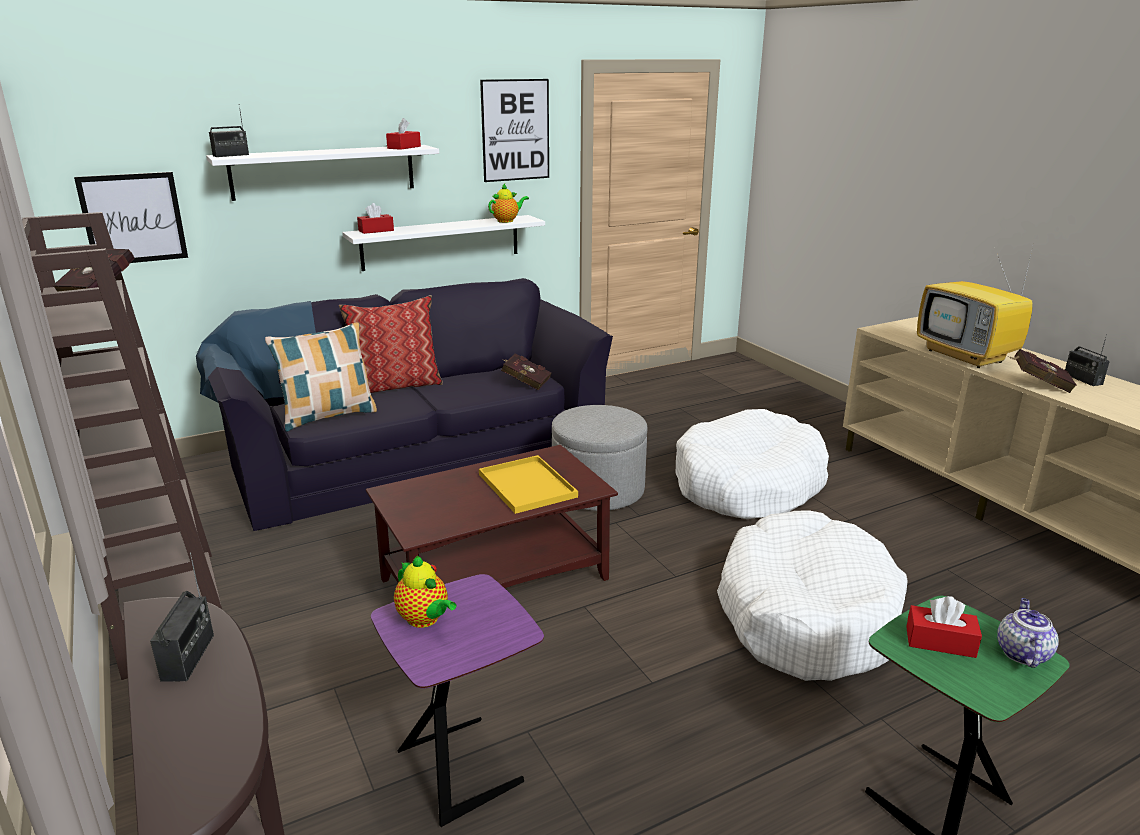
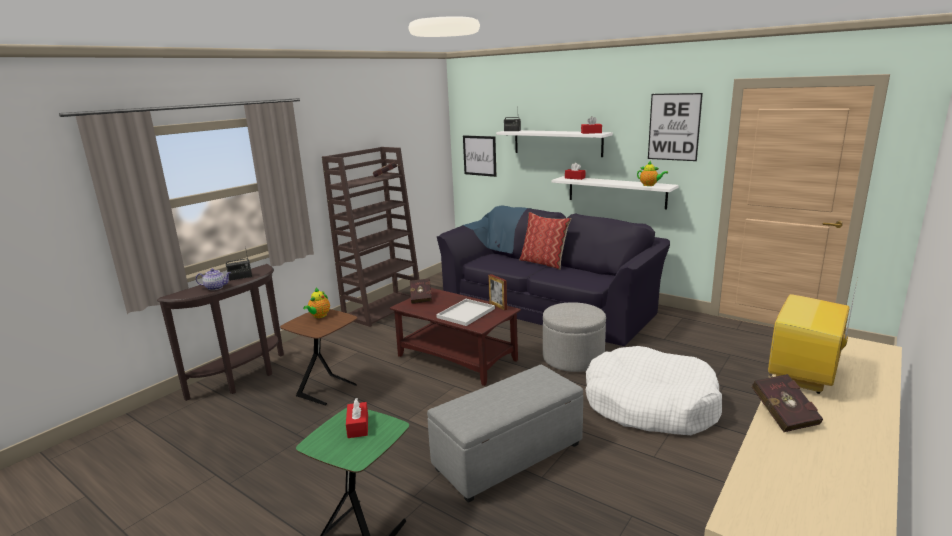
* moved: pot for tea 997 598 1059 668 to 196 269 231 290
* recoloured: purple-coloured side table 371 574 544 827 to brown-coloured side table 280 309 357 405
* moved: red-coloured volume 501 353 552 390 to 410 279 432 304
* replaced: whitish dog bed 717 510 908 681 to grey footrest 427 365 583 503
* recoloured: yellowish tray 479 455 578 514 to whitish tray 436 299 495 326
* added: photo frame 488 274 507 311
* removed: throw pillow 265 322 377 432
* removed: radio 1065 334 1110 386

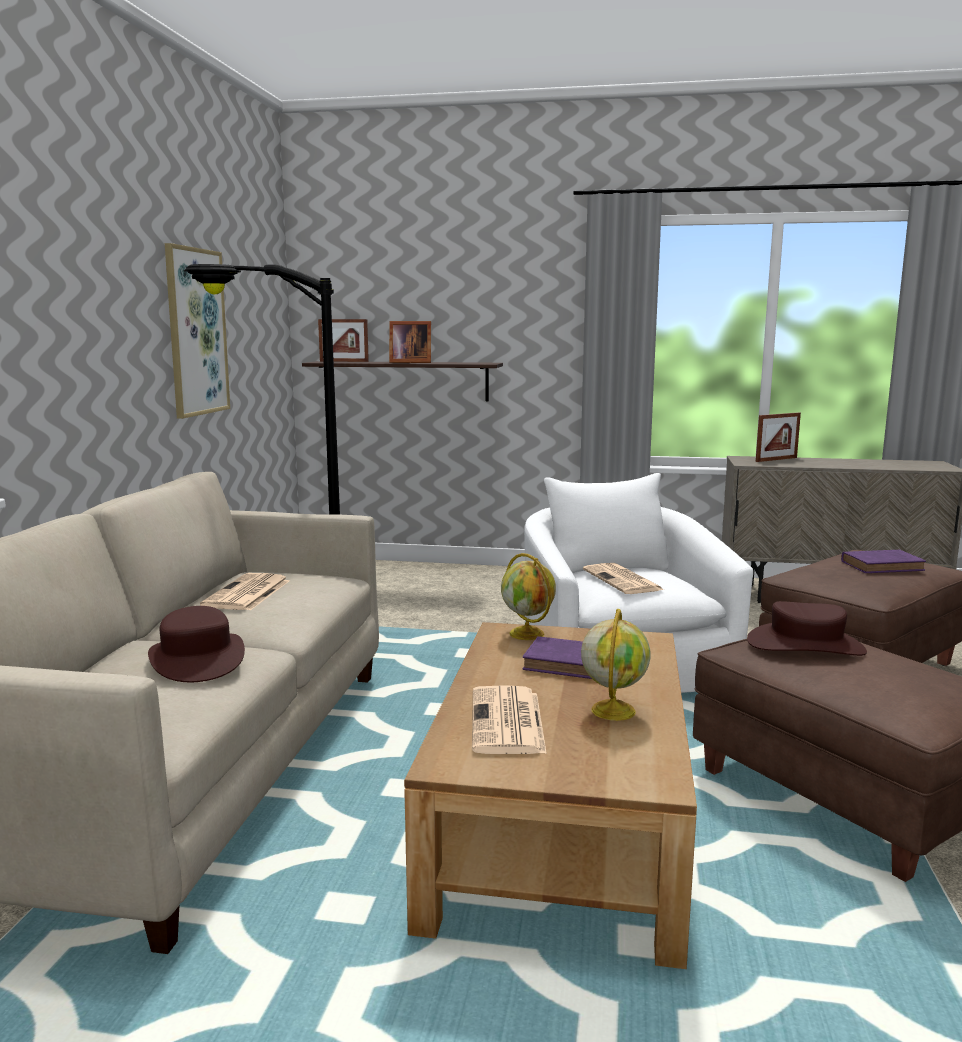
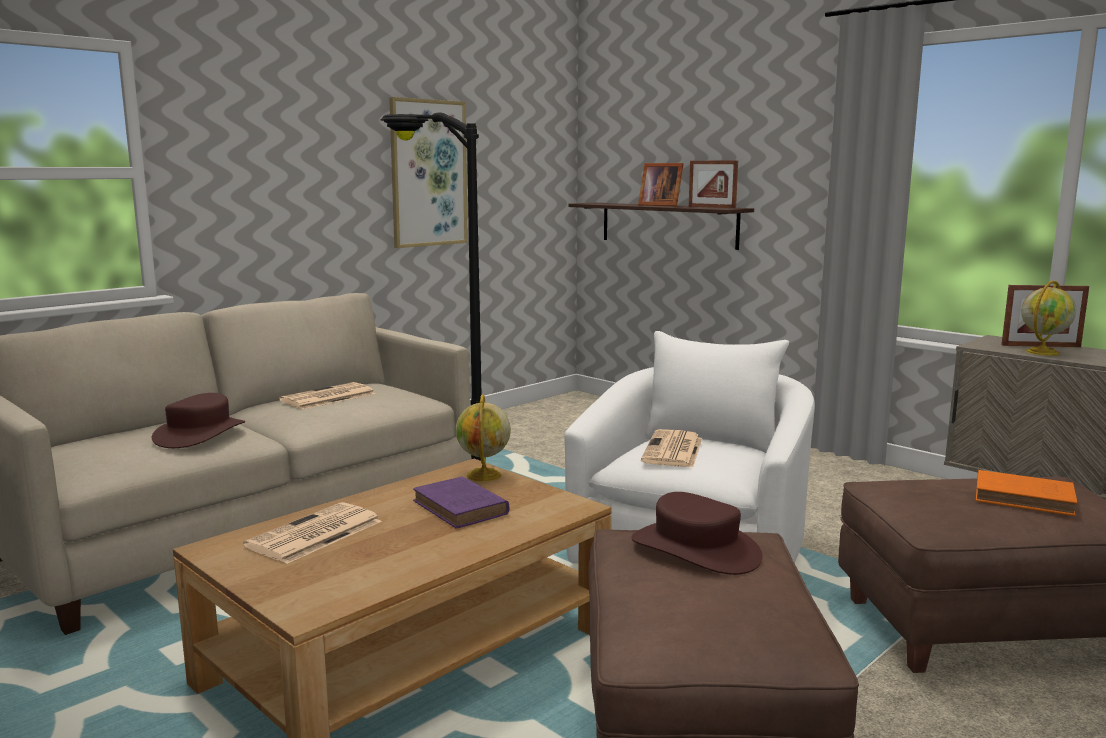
* moved: photo frame 318 319 369 362 to 689 160 738 208
* recoloured: purple-coloured volume 841 550 926 573 to orange volume 976 470 1077 516
* moved: world globe 581 609 651 721 to 1021 281 1076 356

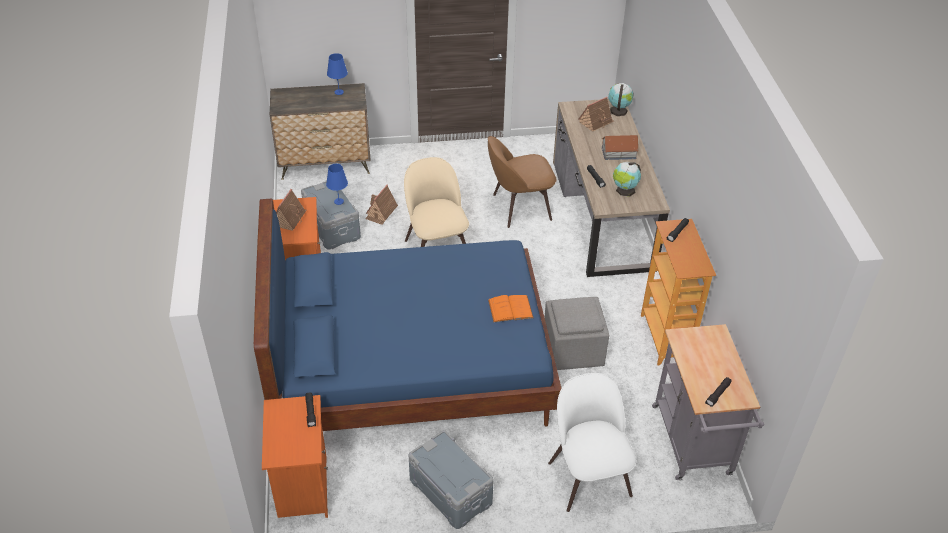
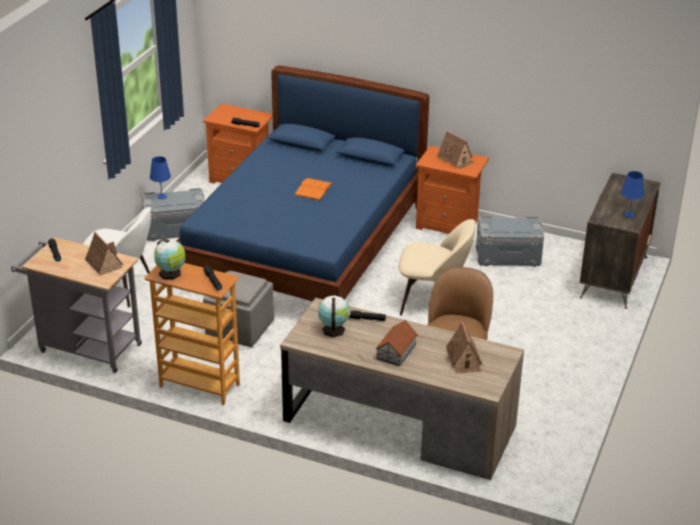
* moved: toy house 365 185 398 225 to 85 232 123 275
* moved: blue-coloured lamp for a table 326 164 348 205 to 150 156 171 199
* moved: world globe 608 83 634 116 to 154 239 185 280
* moved: orange volume 488 295 534 323 to 294 178 333 201

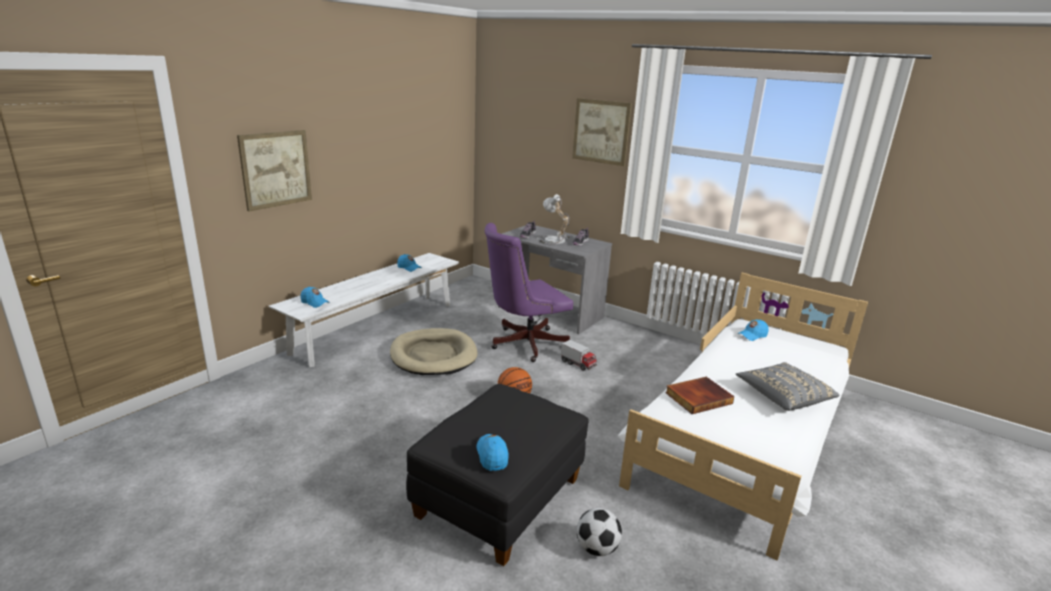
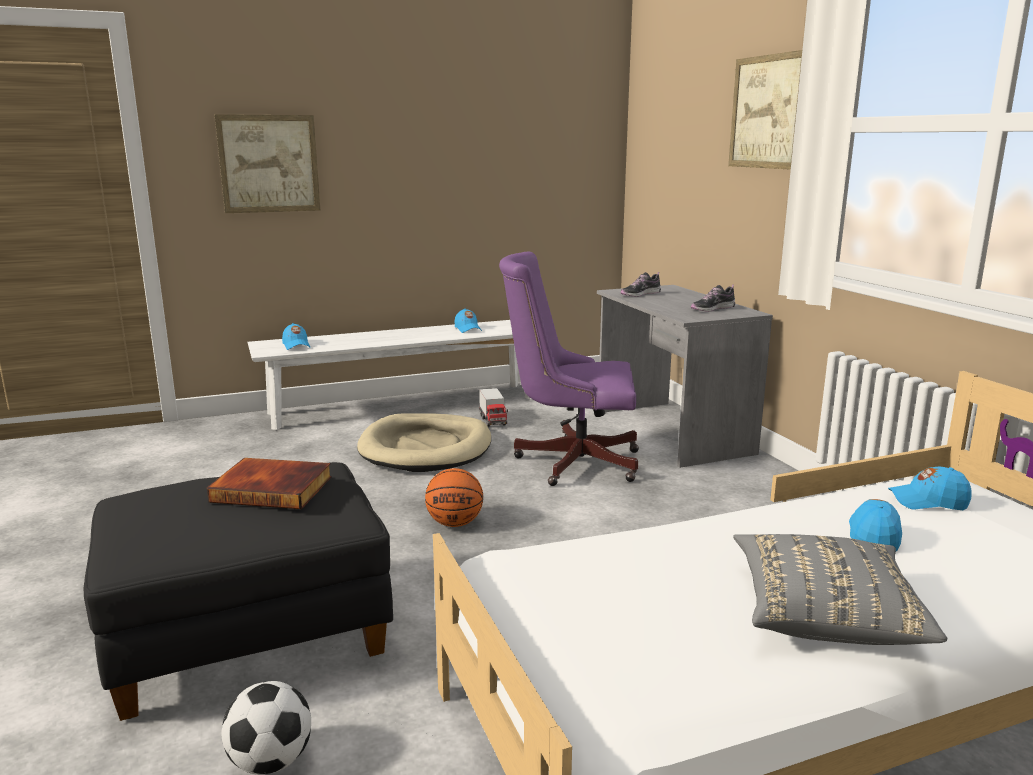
* moved: volume 665 377 735 414 to 207 458 332 509
* moved: model truck 561 340 597 371 to 479 388 508 427
* moved: blue-coloured cap 476 434 509 471 to 849 499 902 551
* removed: lamp for a table 537 194 570 245

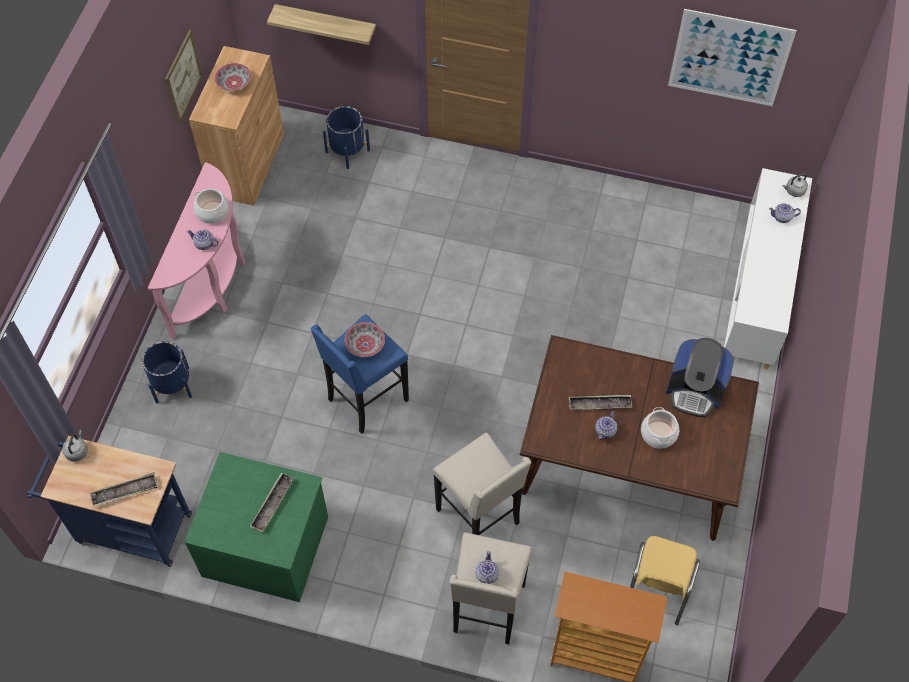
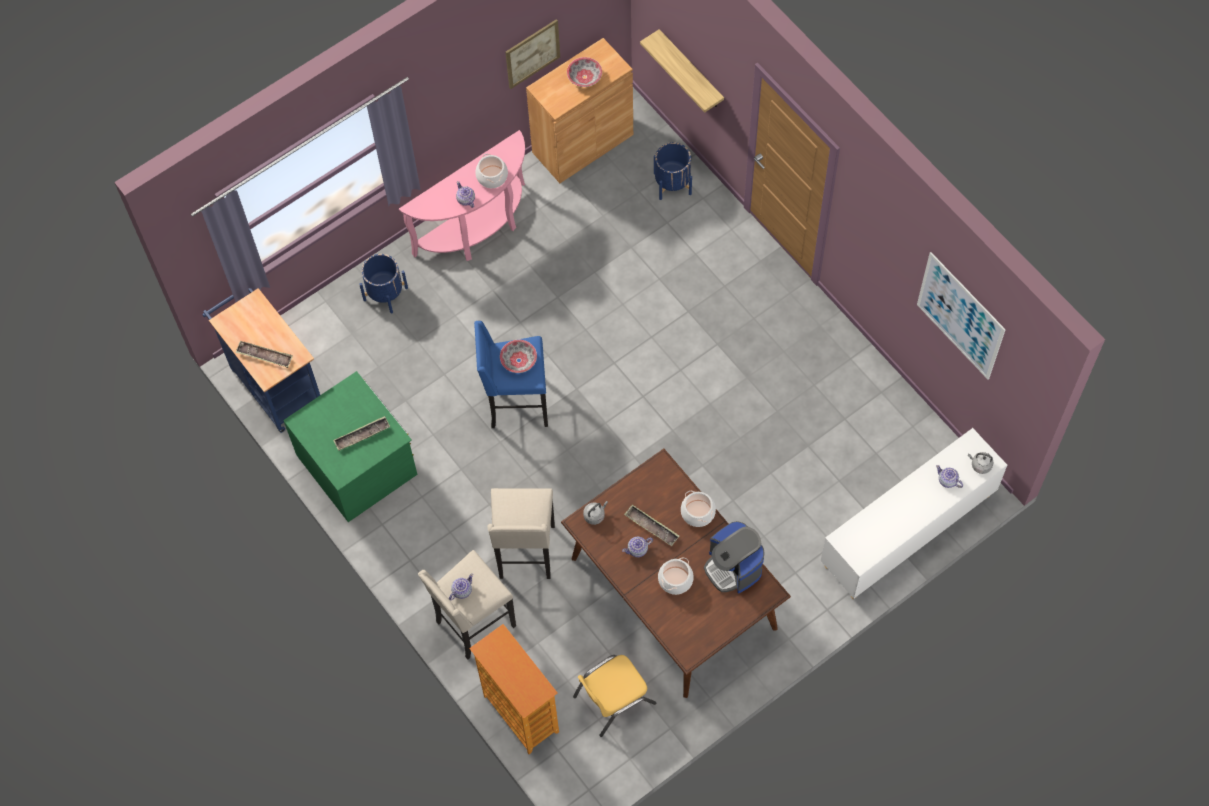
* moved: grey tea kettle 62 430 88 462 to 583 501 608 525
* added: saucepot 681 491 716 527

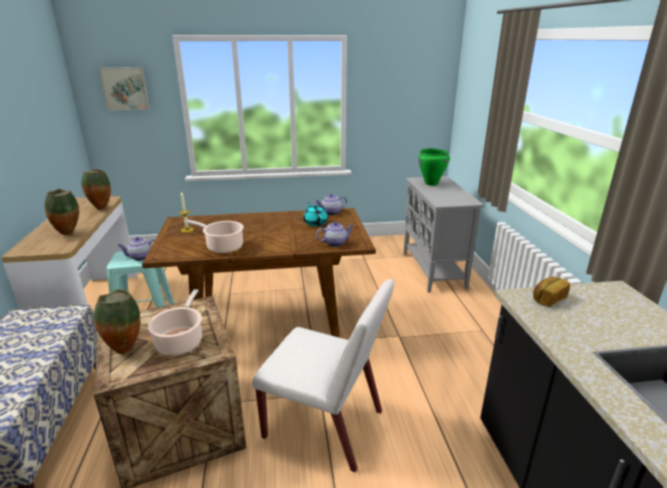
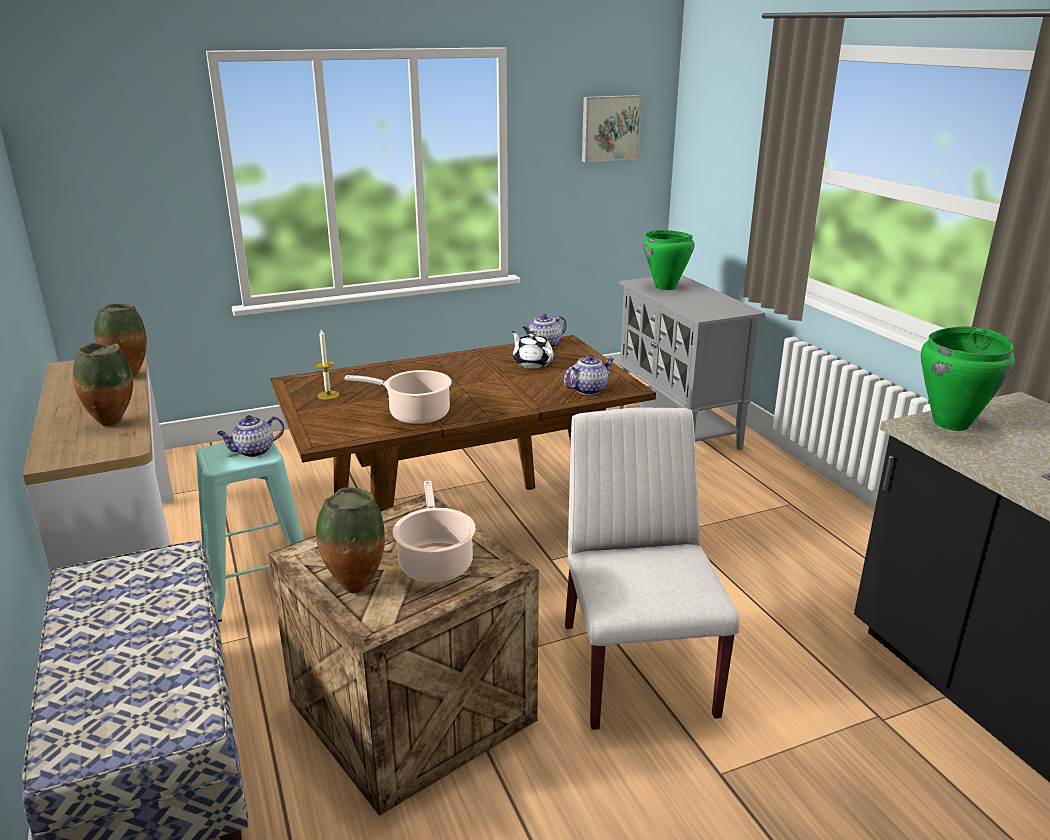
* recoloured: turquoise pot for tea 303 203 328 226 to whitish pot for tea 512 331 554 368
* turned: whitish plain chair 252 279 394 472 = 565 408 740 730 105 degrees counterclockwise
* moved: picture 99 67 150 110 to 582 95 642 162
* replaced: bakery bread 533 277 570 307 to greenish saucepot 921 327 1015 431

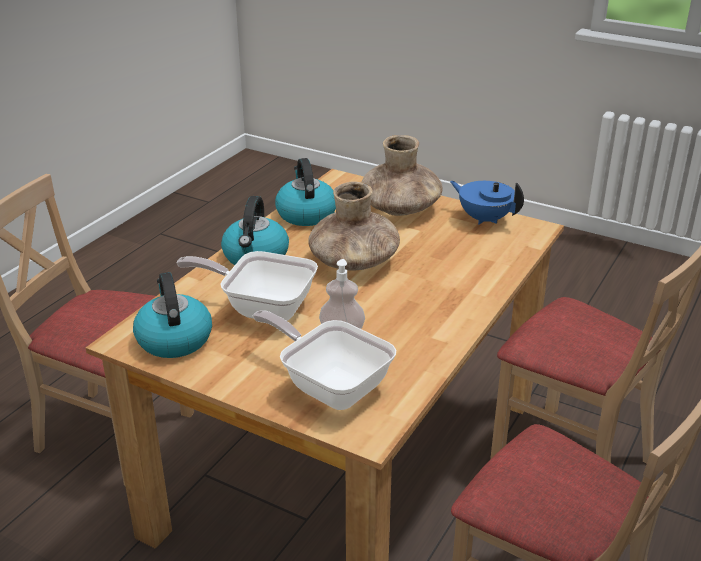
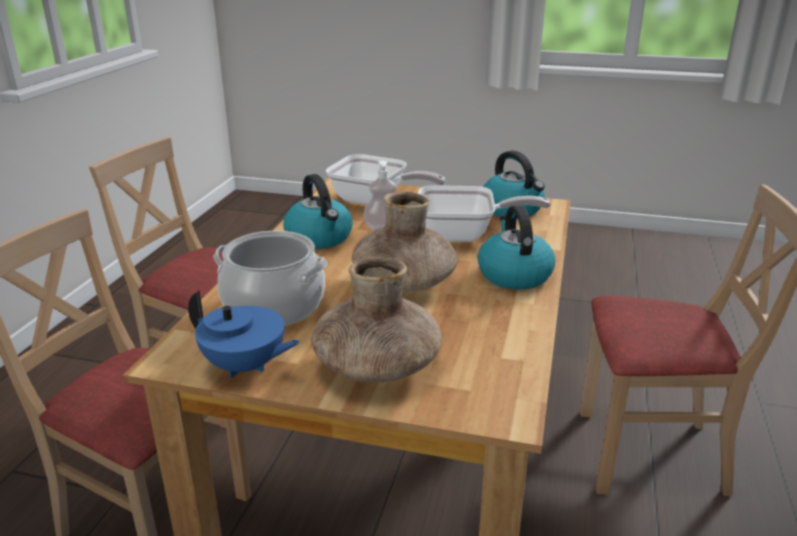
* added: saucepot 213 231 328 326
* moved: tea kettle 275 158 336 226 to 283 174 353 249

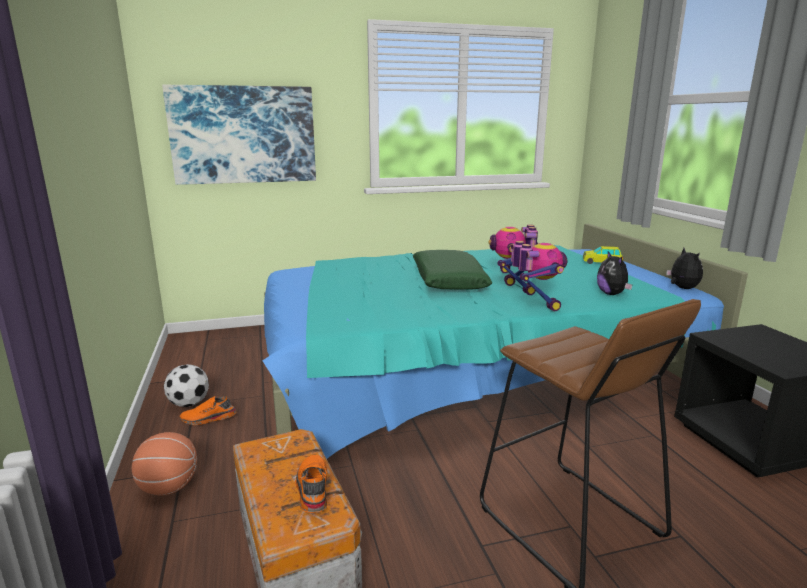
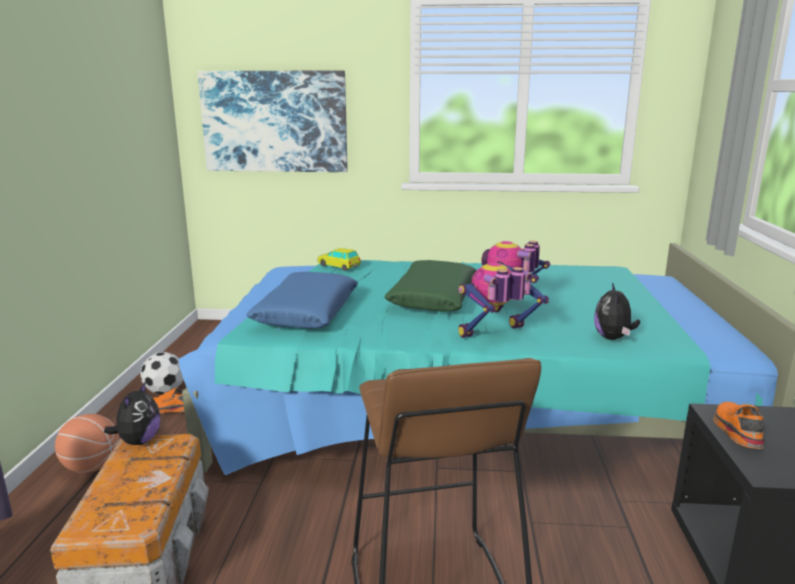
* moved: plush toy 666 248 703 289 to 104 382 160 445
* added: blue-coloured throw pillow 246 272 358 329
* moved: model car 583 246 623 264 to 318 248 361 271
* turned: model robot 497 241 567 311 = 458 263 549 338 120 degrees counterclockwise
* moved: orange item of footwear 295 455 327 513 to 714 402 764 449

